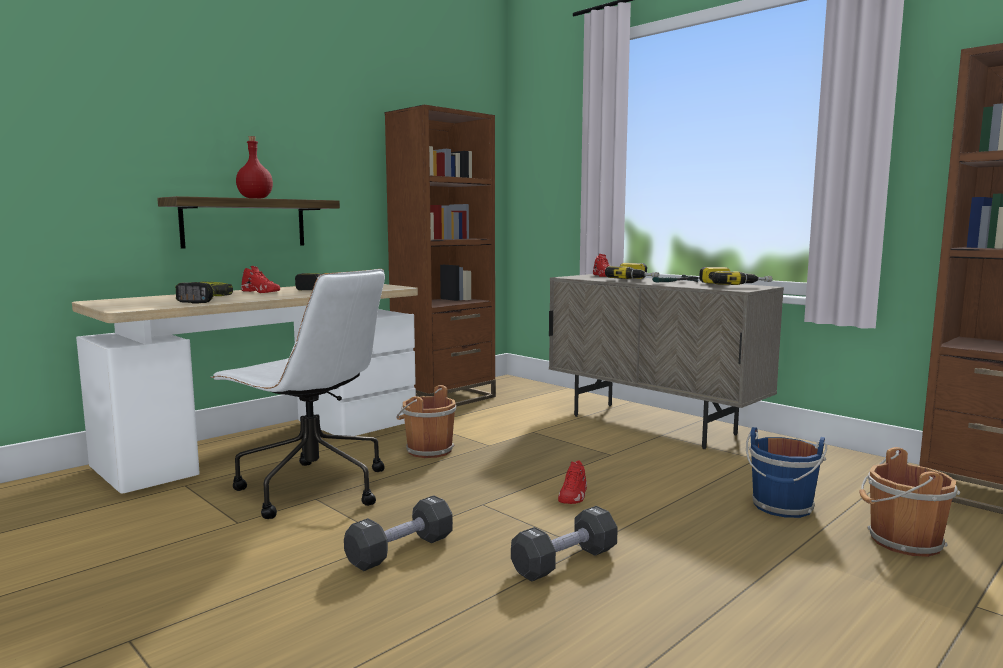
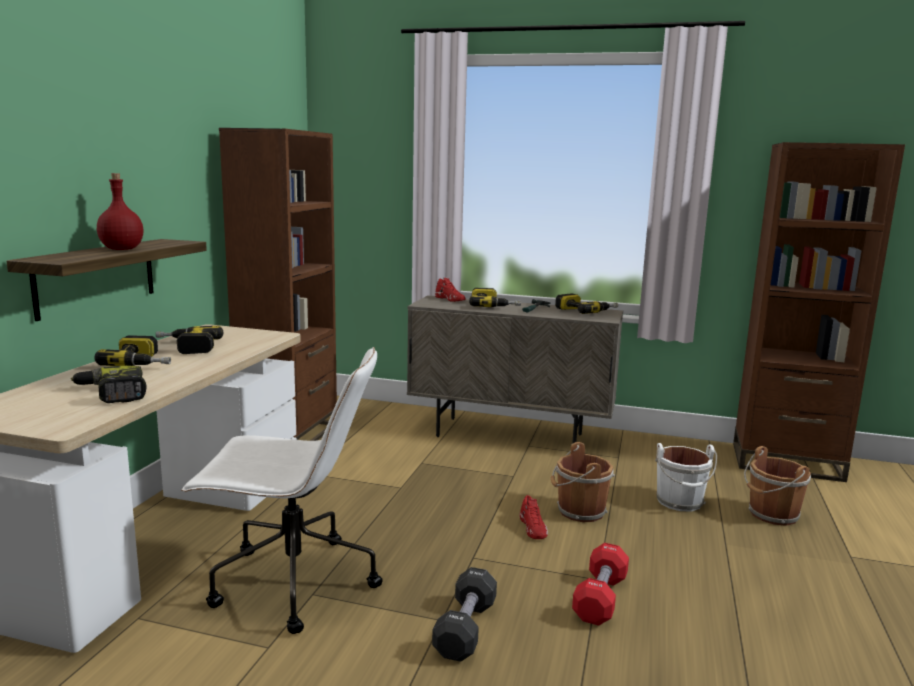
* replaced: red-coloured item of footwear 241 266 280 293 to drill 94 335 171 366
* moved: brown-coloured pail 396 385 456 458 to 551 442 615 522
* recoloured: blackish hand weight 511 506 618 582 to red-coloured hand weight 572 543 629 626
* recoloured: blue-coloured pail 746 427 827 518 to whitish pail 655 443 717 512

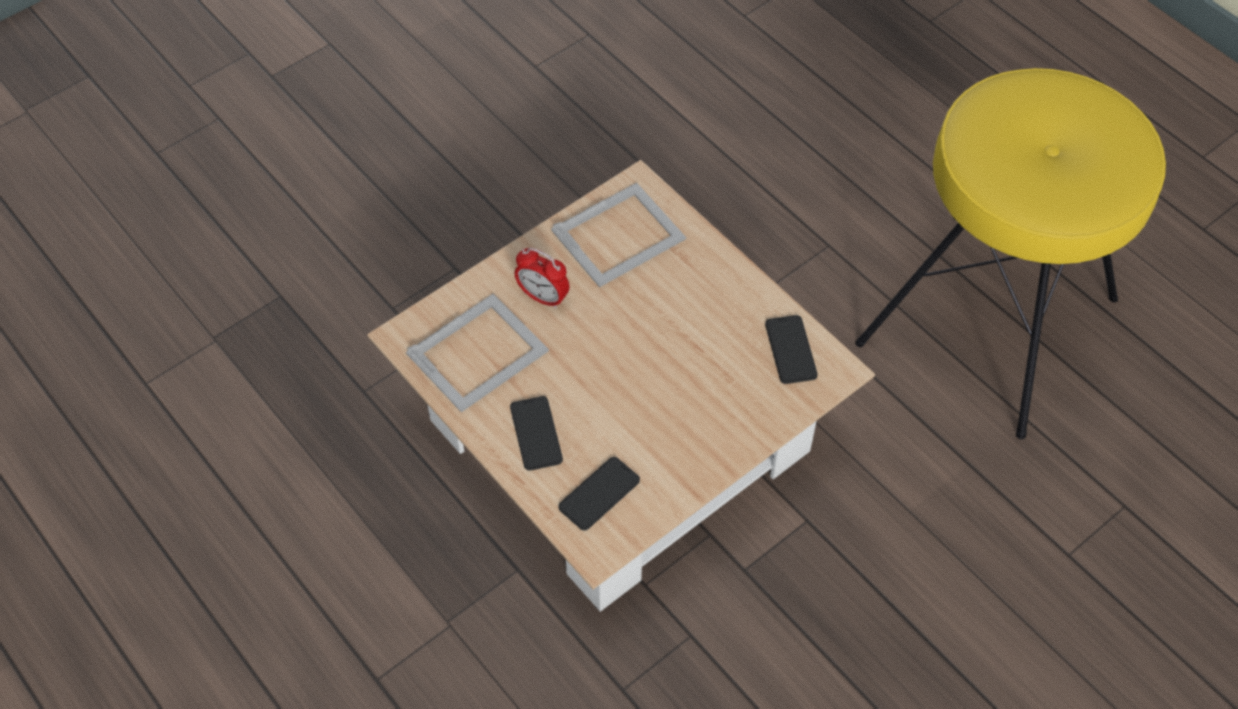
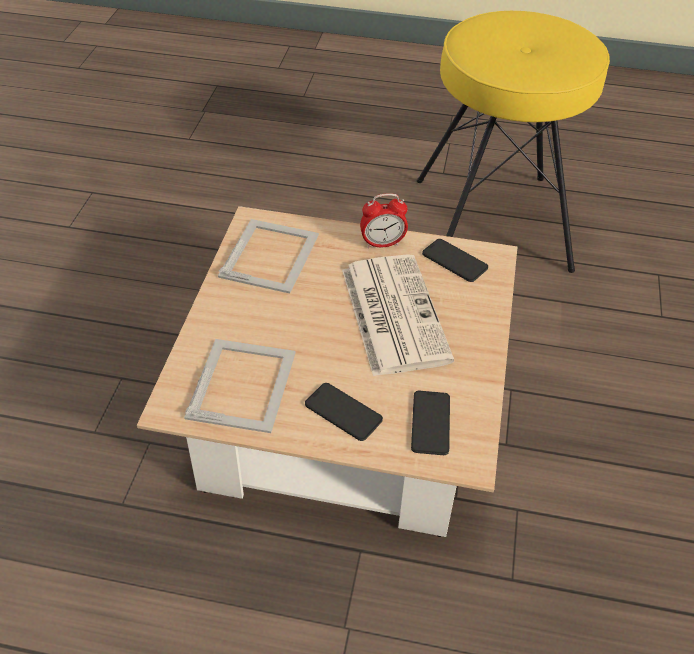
* added: newspaper 342 254 454 377
* moved: bedside clock 514 247 570 309 to 360 193 408 248

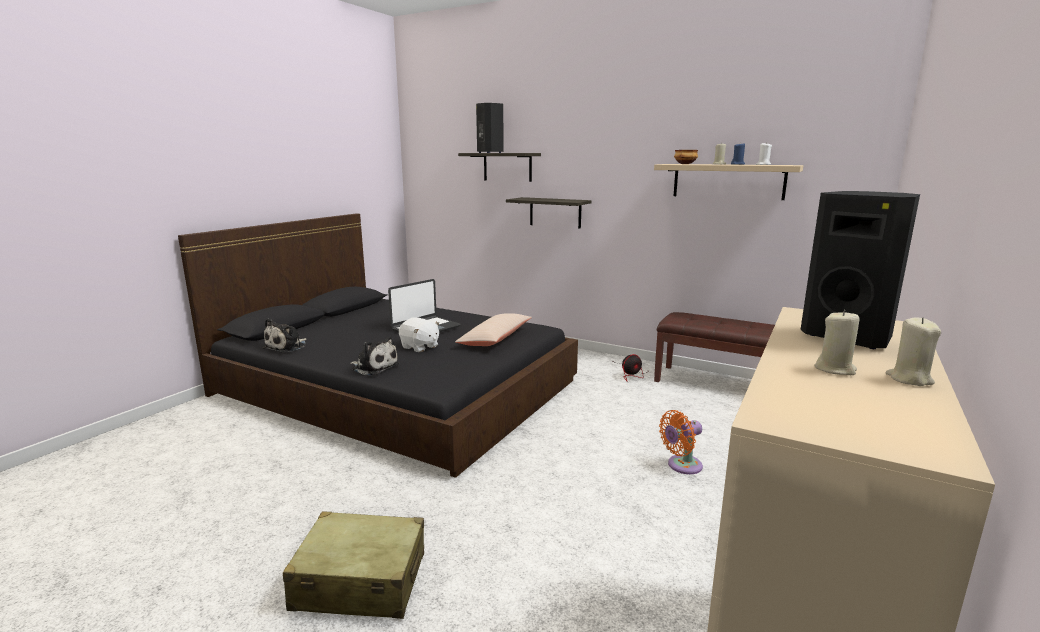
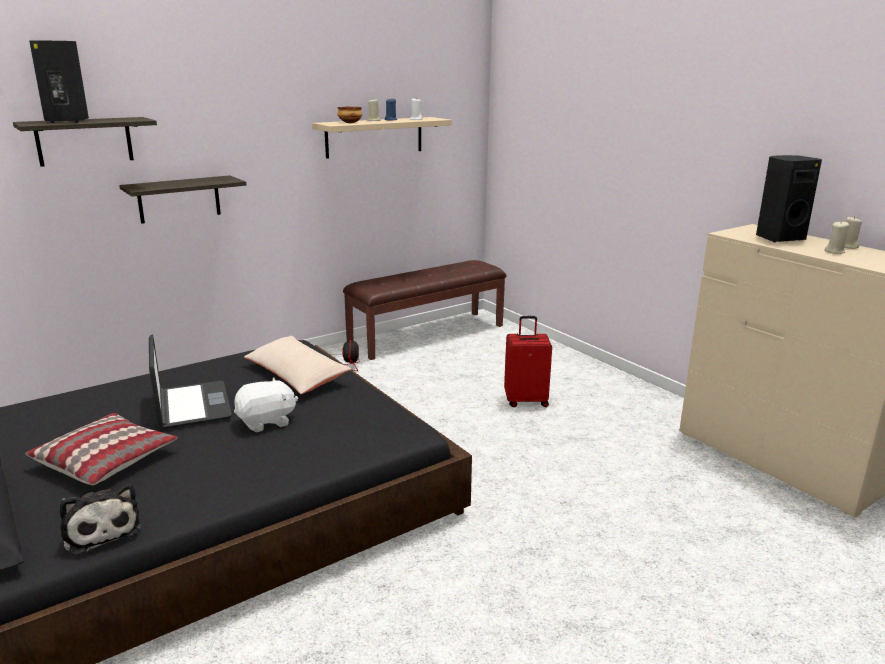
* added: throw pillow 25 413 178 485
* replaced: orange fan 659 410 703 474 to red-coloured suitcase 504 316 552 407
* removed: beige suitcase 283 511 424 619
* removed: plush toy 350 337 399 375

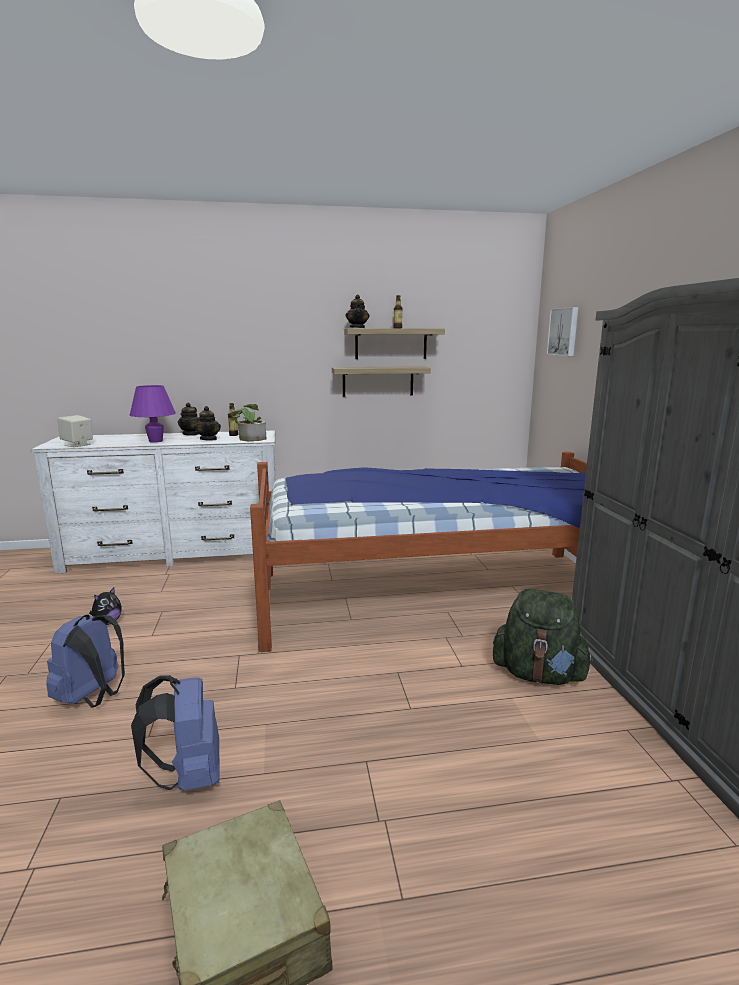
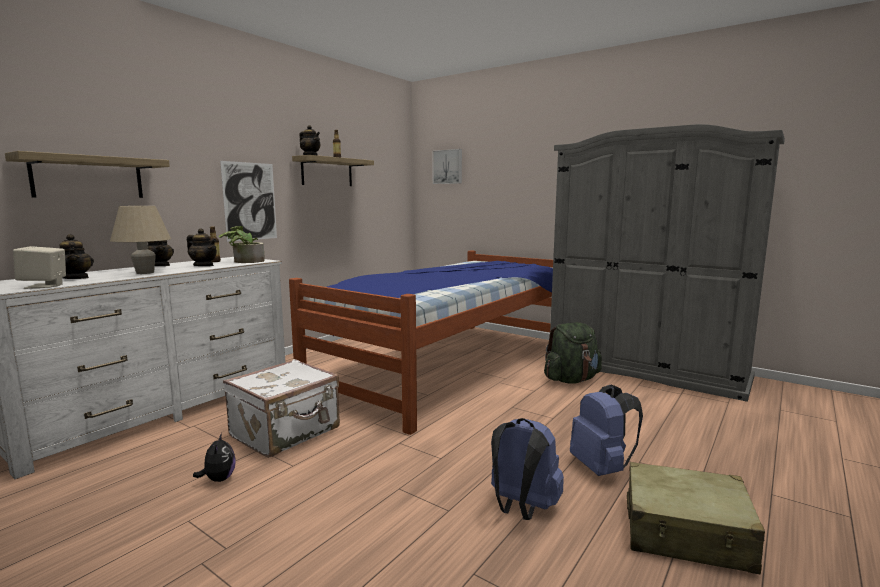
* moved: wall shelf 332 366 431 397 to 5 151 170 198
* added: pot for tea 59 234 94 279
* recoloured: purple-coloured lamp for a table 129 385 176 443 to beige lamp for a table 110 206 171 274
* added: picture 220 161 277 242
* added: whitish suitcase 223 359 340 458
* moved: blue-coloured rucksack 46 615 125 708 to 570 384 643 476

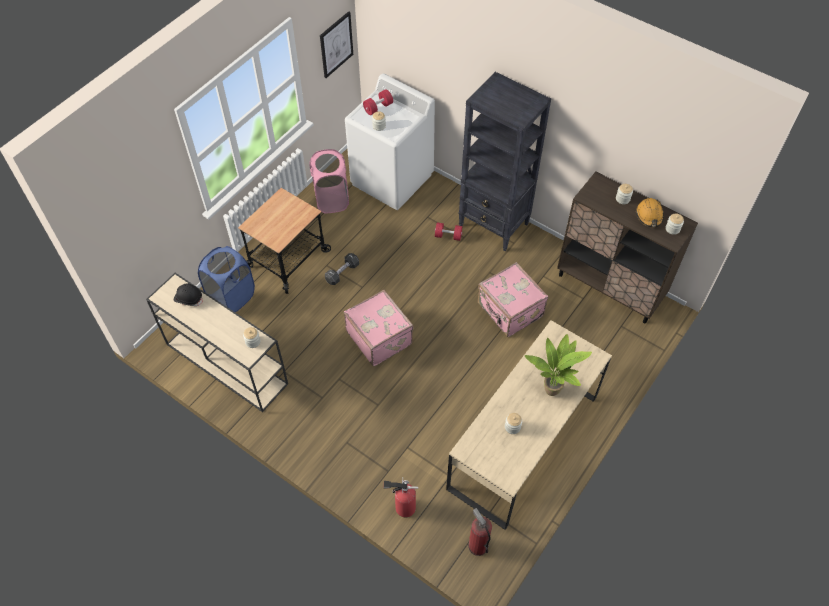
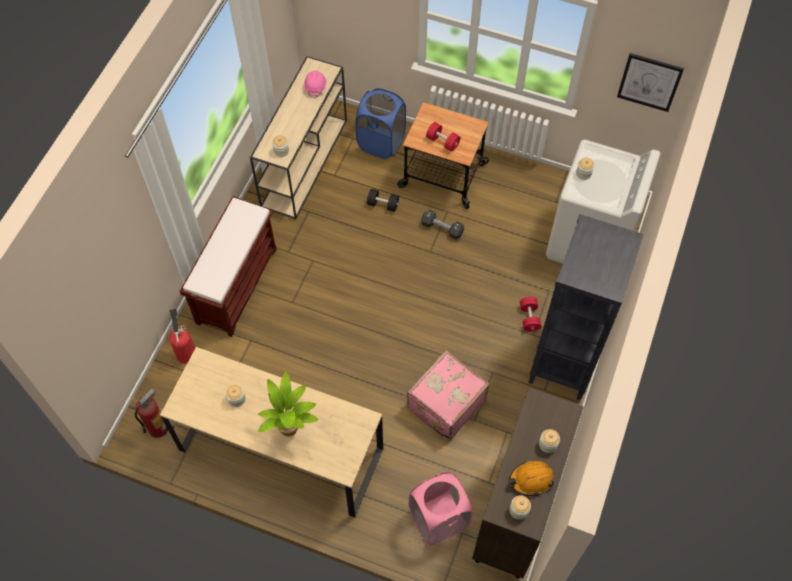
* added: brown-coloured bench 180 196 277 337
* recoloured: blackish safety helmet 174 284 203 306 to pinkish safety helmet 304 71 327 99
* added: blackish hand weight 367 189 399 212
* moved: pinkish washing basket 310 149 349 214 to 409 472 473 545
* moved: red-coloured hand weight 363 89 393 115 to 426 122 461 152
* removed: pinkish suitcase 344 290 414 366

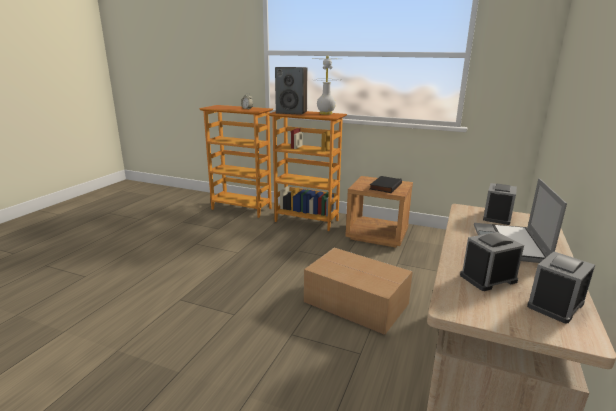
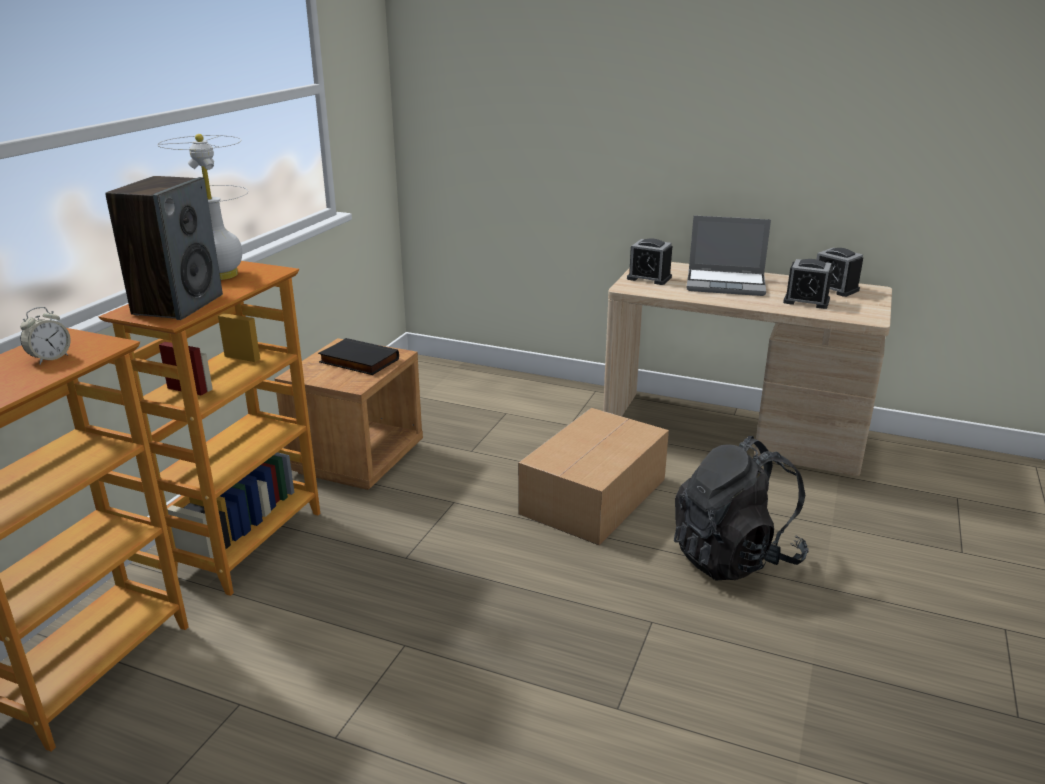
* added: blackish rucksack 674 436 809 580
* turned: bedside clock 460 232 524 291 = 783 259 833 309 45 degrees counterclockwise

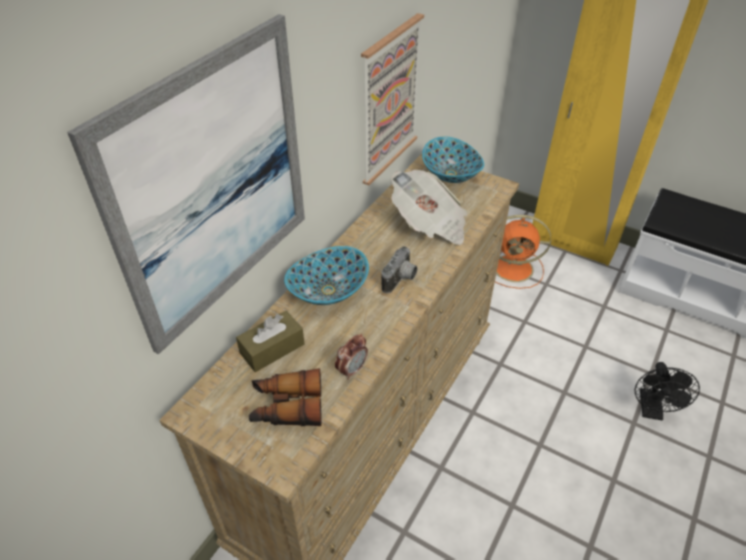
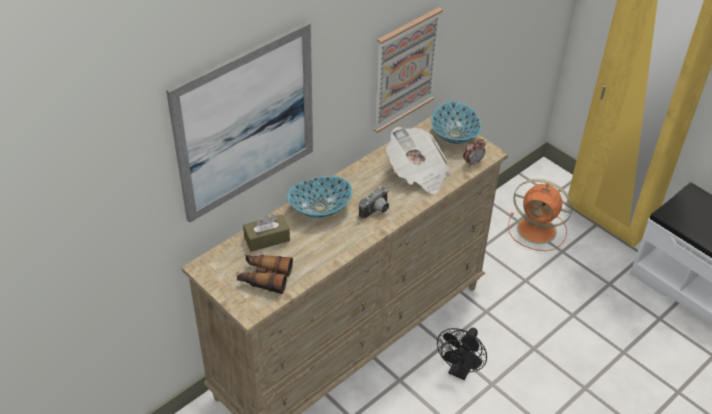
* moved: blackish fan 635 362 700 421 to 437 328 487 380
* moved: bedside clock 335 334 368 380 to 463 138 486 167

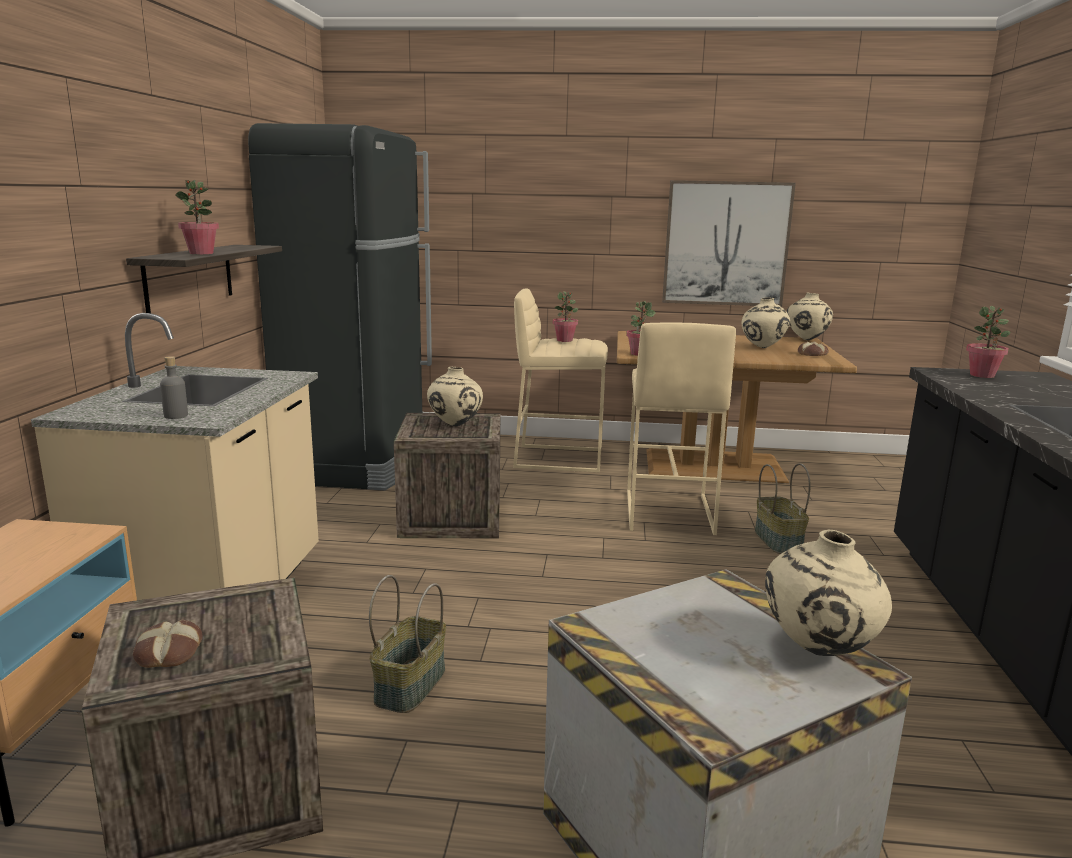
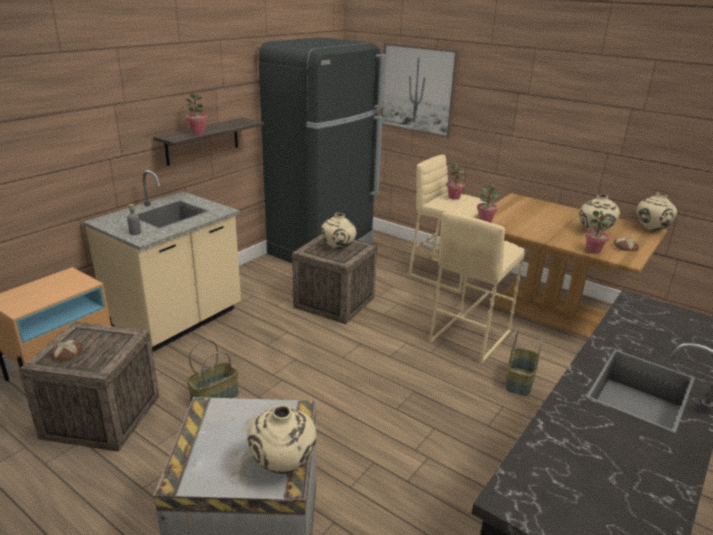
* moved: picture 662 180 796 307 to 381 43 459 138
* moved: plant in a pot 966 306 1011 378 to 585 211 609 254

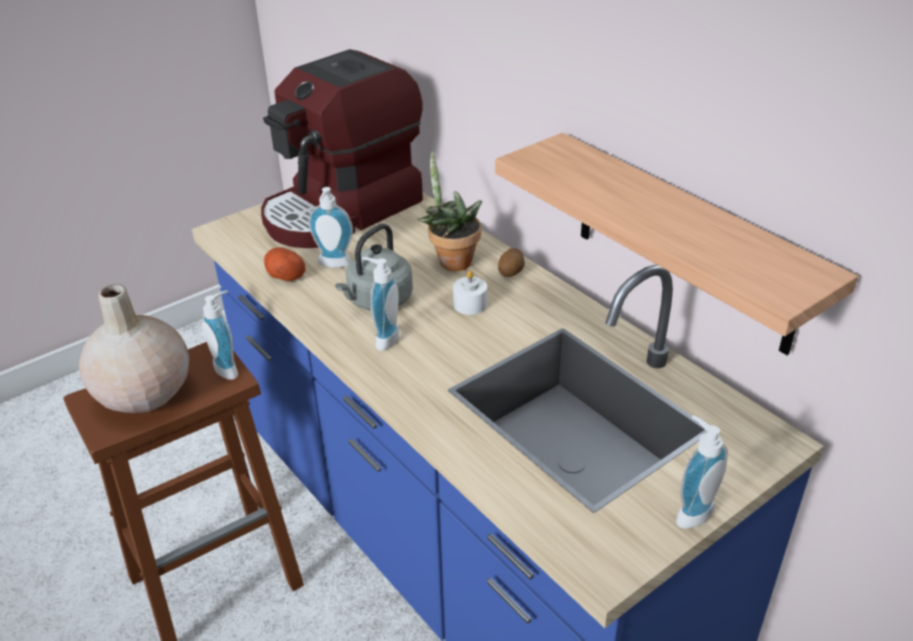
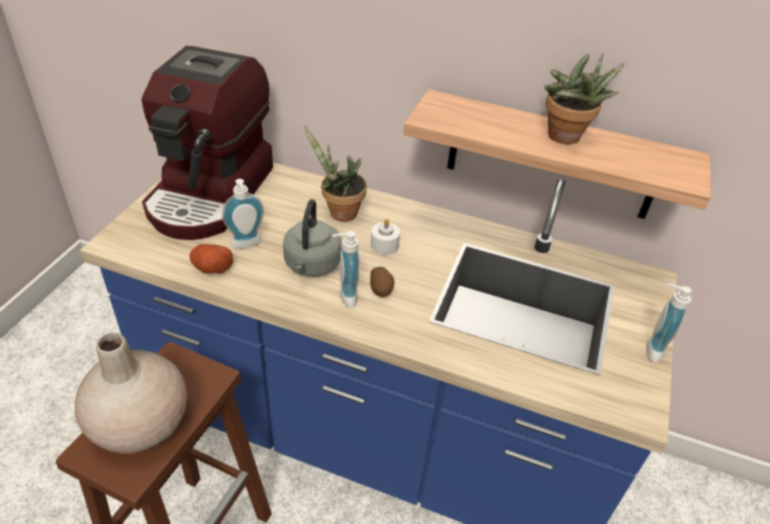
* moved: spud 498 248 525 277 to 370 267 394 297
* added: plant in a pot 544 53 624 145
* removed: liquid soap bottle 202 290 238 380

